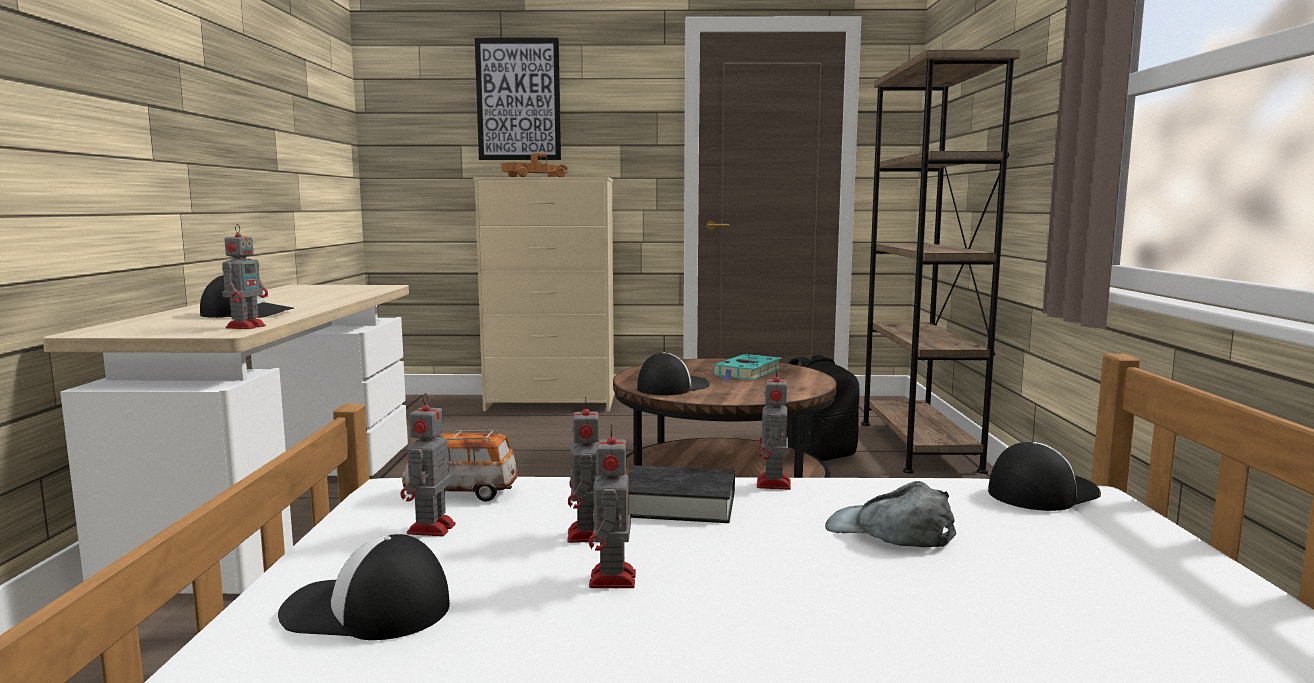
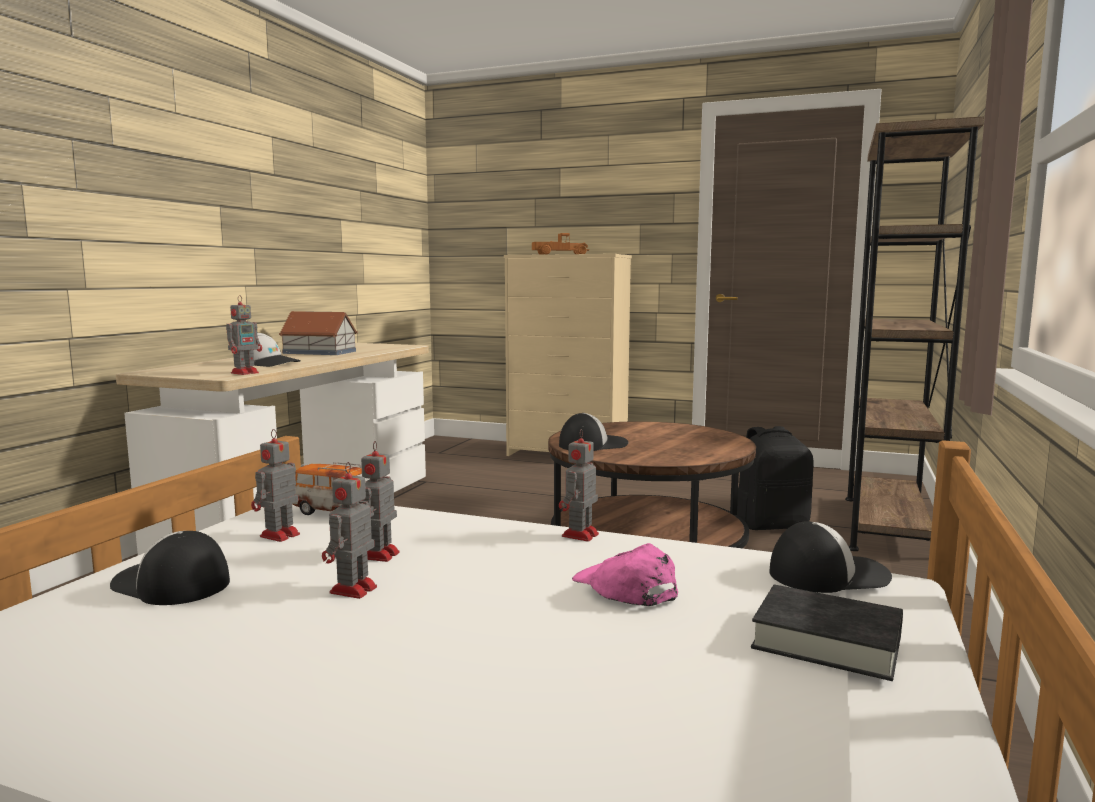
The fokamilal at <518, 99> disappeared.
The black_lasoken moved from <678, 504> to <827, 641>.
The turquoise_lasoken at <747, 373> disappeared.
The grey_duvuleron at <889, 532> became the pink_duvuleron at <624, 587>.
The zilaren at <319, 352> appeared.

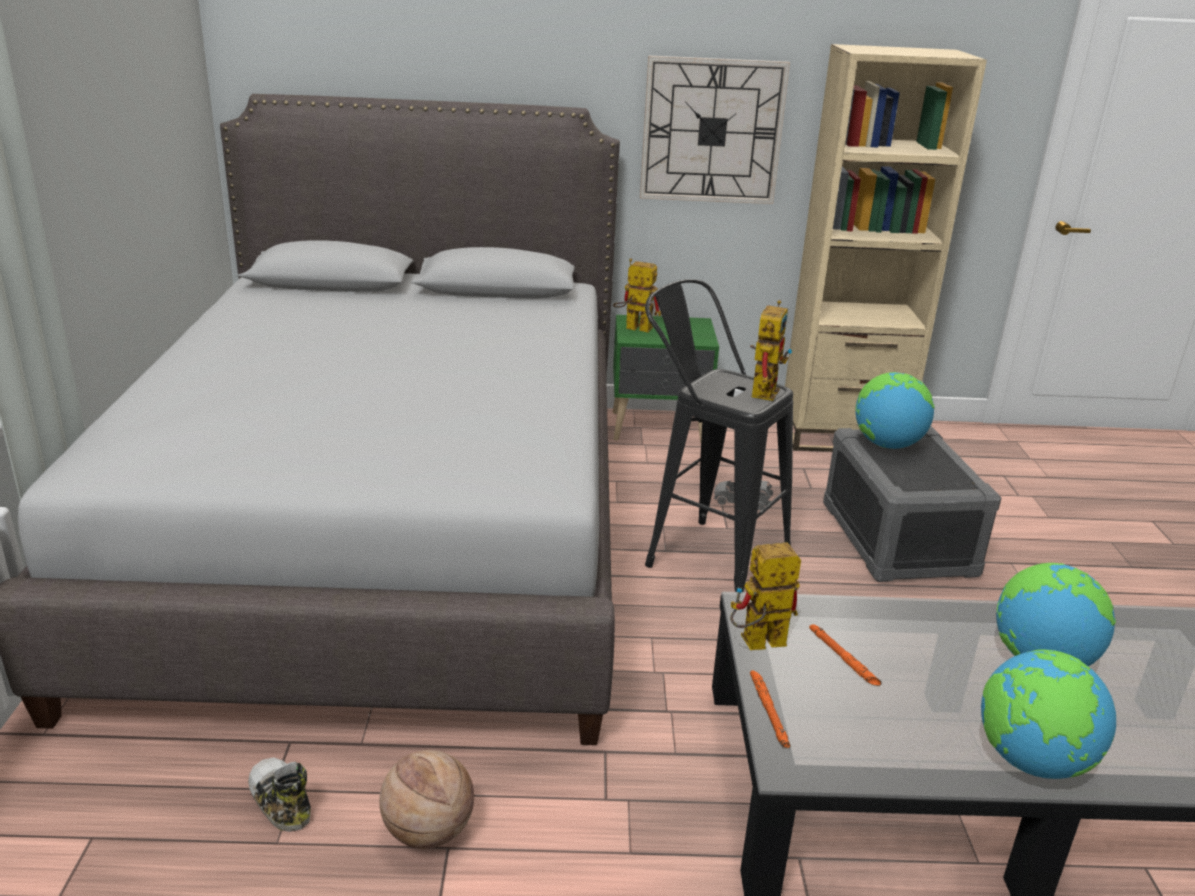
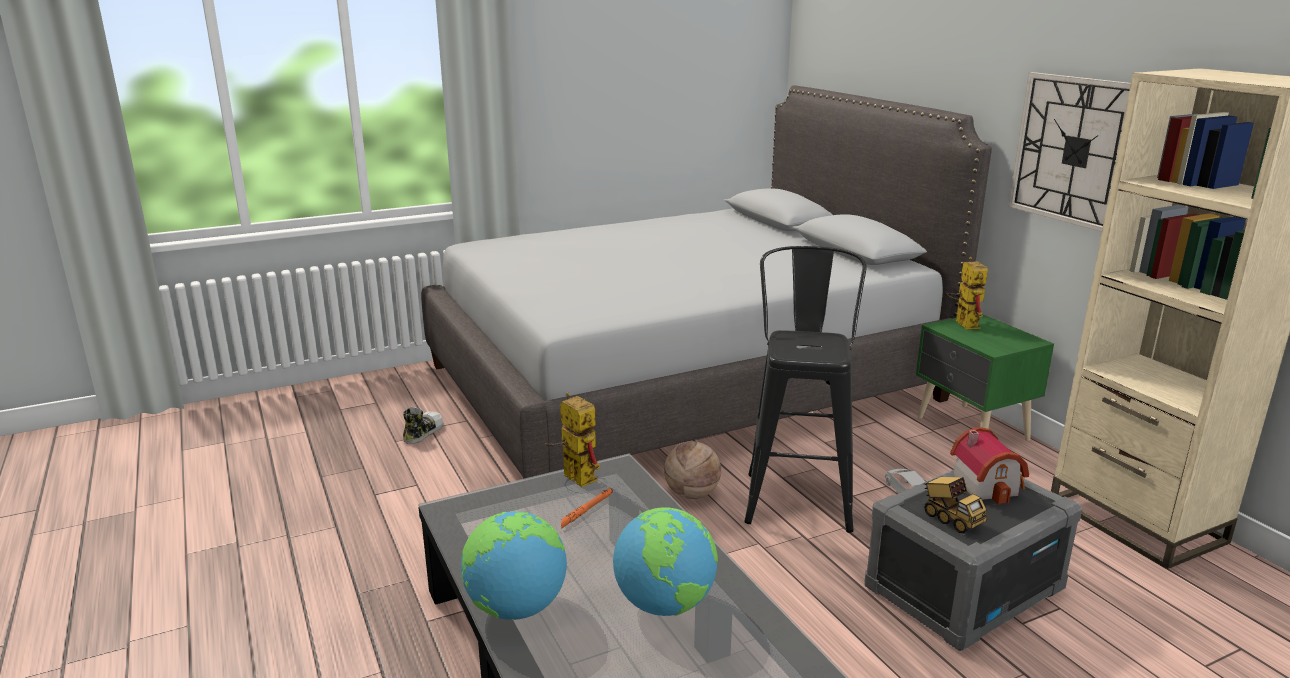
The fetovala moved from <428, 832> to <691, 494>.
The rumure at <763, 389> disappeared.
The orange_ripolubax at <768, 712> disappeared.
The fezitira at <887, 445> was replaced by the zilaren at <988, 484>.
The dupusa at <951, 519> appeared.

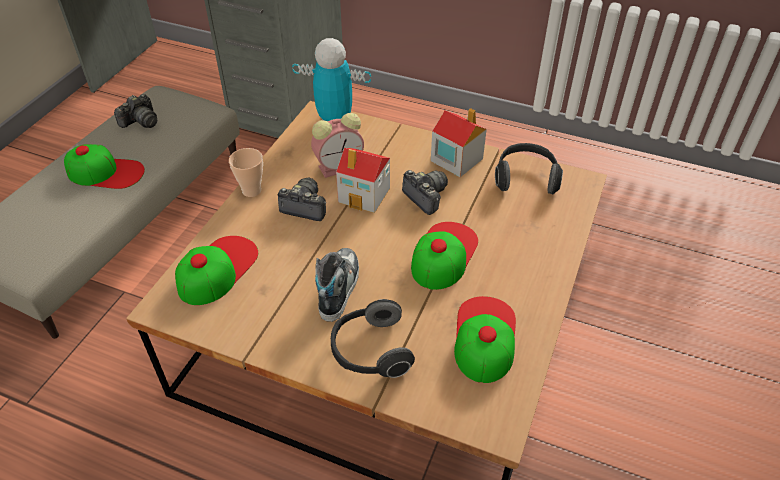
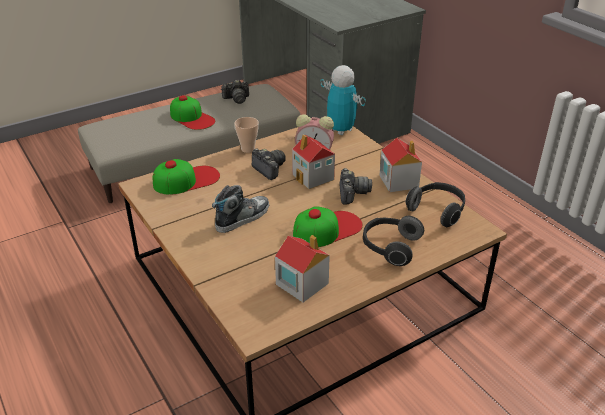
The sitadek moved from <370, 351> to <389, 247>.
The duvuleron at <484, 337> was replaced by the zilaren at <301, 283>.

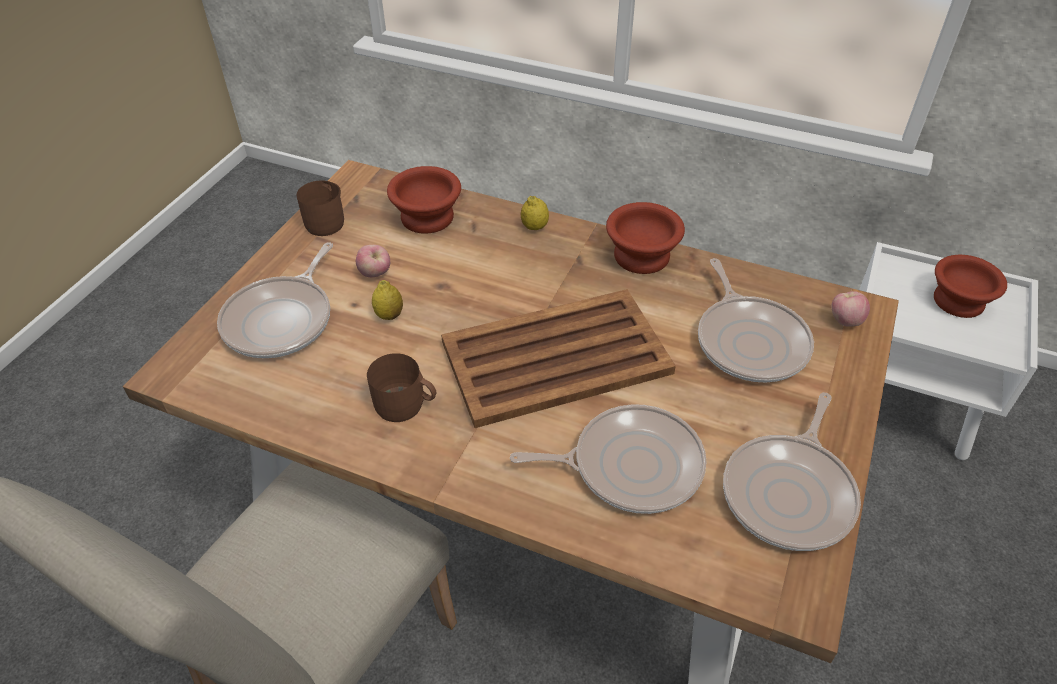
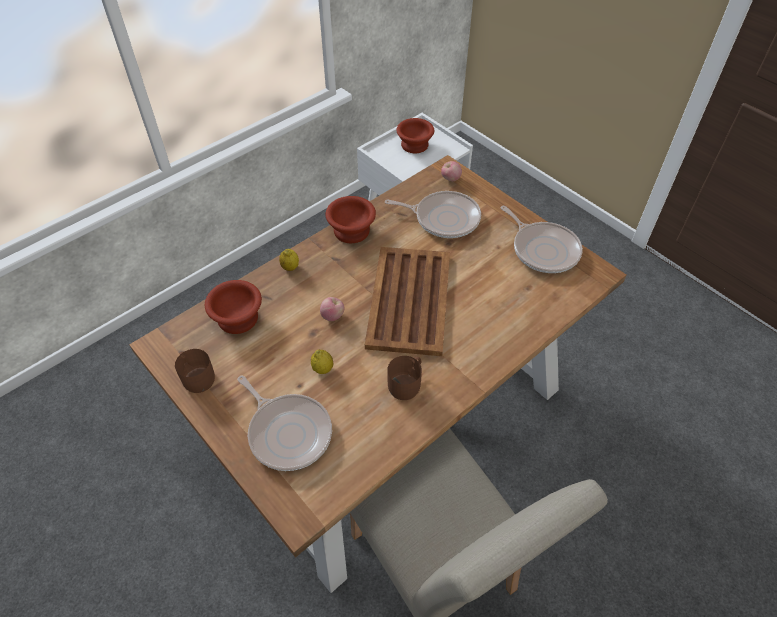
The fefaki moved from <375, 274> to <332, 316>.
The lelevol at <630, 465> disappeared.

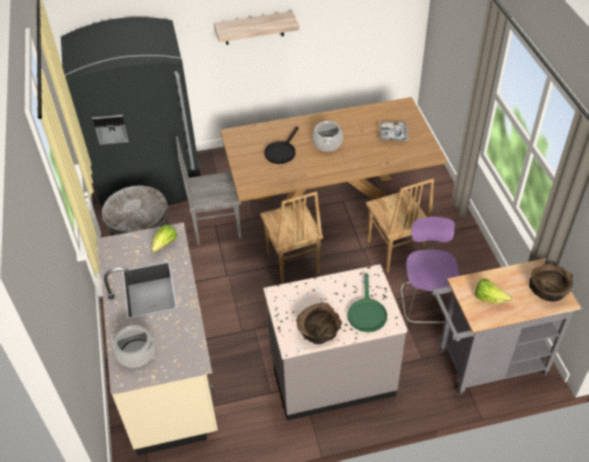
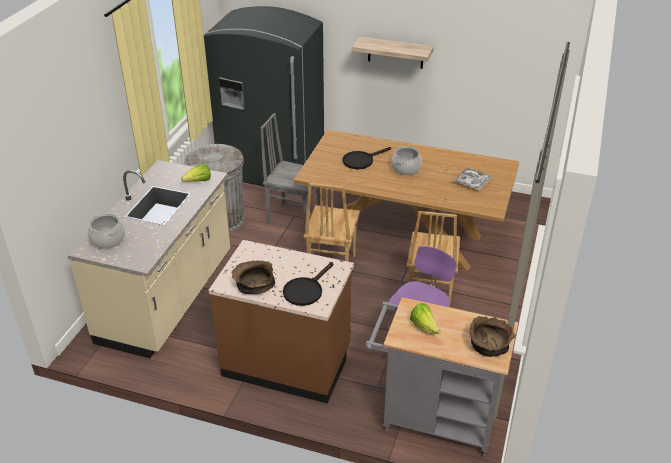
The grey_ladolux at <332, 376> became the brown_ladolux at <287, 362>.
The green_lelevol at <366, 312> became the black_lelevol at <306, 290>.

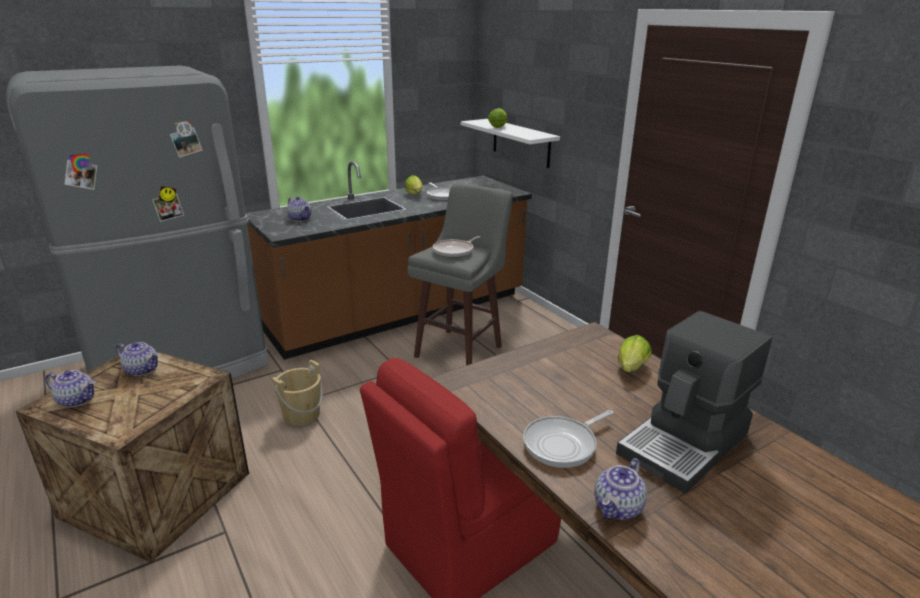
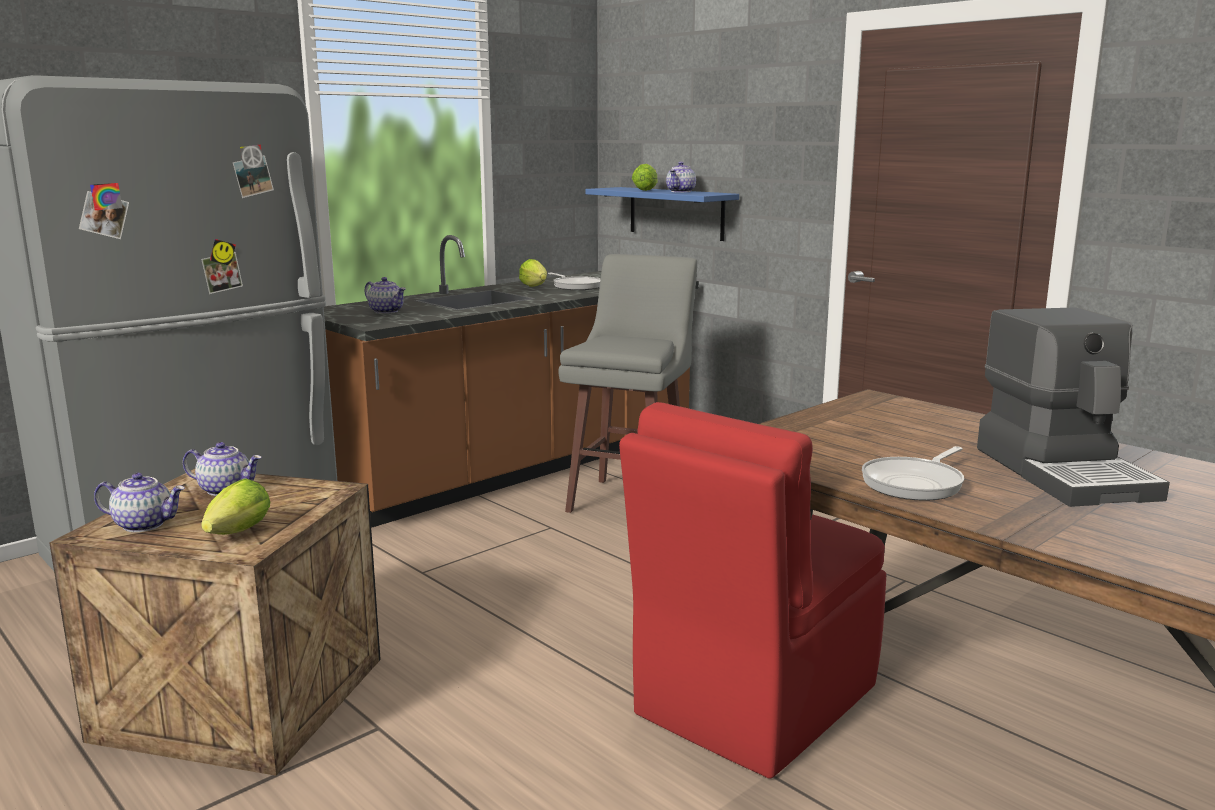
The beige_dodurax at <301, 415> disappeared.
The lelevol at <455, 251> disappeared.
The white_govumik at <521, 143> became the blue_govumik at <676, 213>.
The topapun moved from <618, 508> to <681, 191>.
The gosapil at <686, 443> turned 45 degrees counterclockwise.
The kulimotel moved from <630, 369> to <236, 534>.

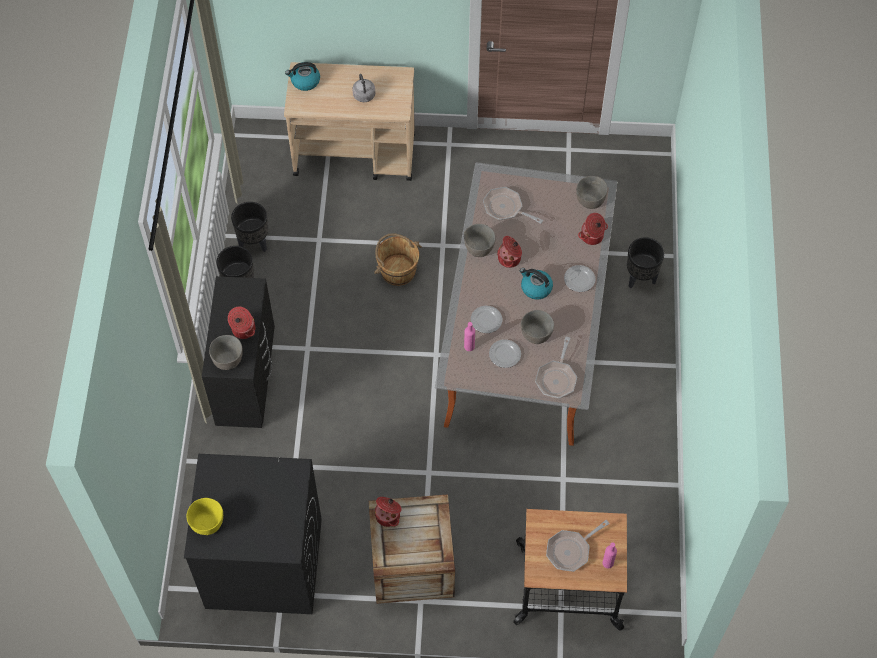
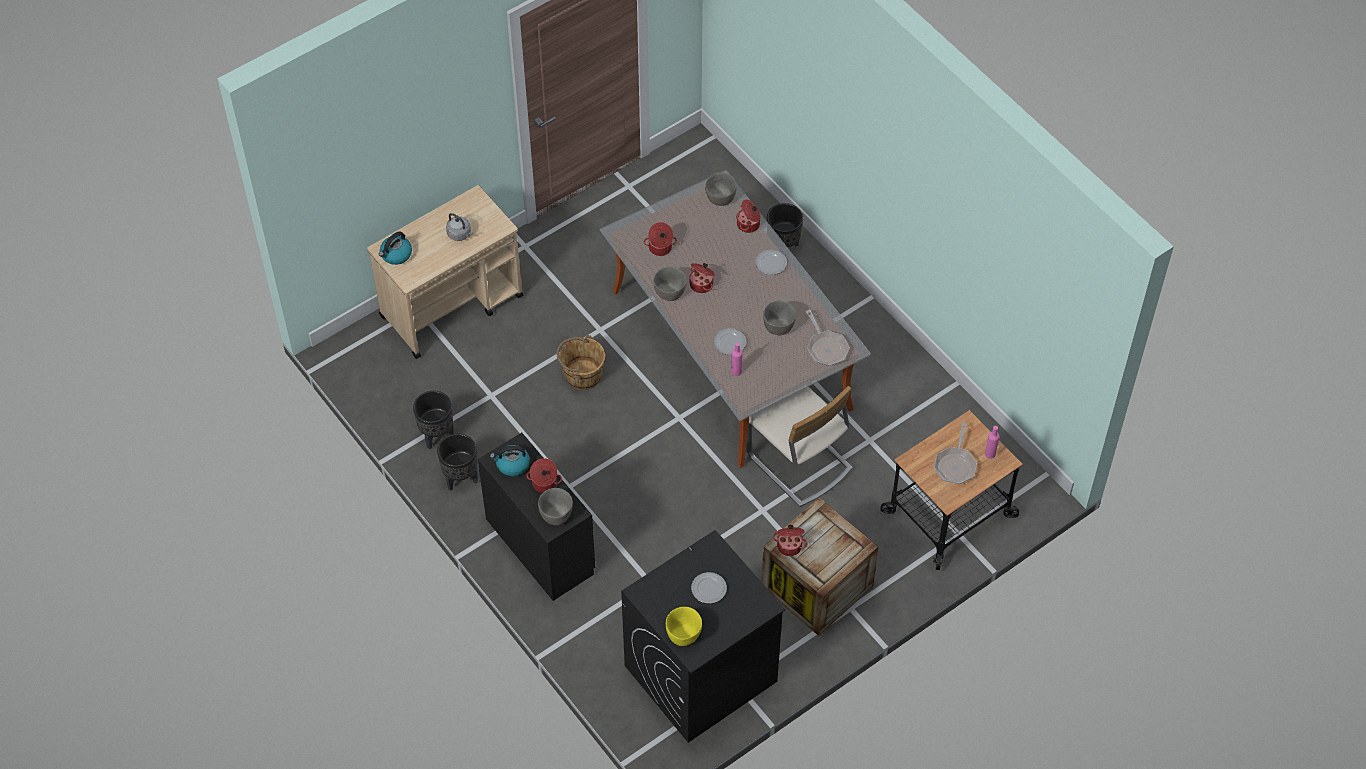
The lelevol at <506, 208> was replaced by the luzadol at <660, 248>.
The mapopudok moved from <505, 354> to <709, 588>.
The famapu moved from <535, 288> to <512, 465>.
The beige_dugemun at <798, 462> appeared.

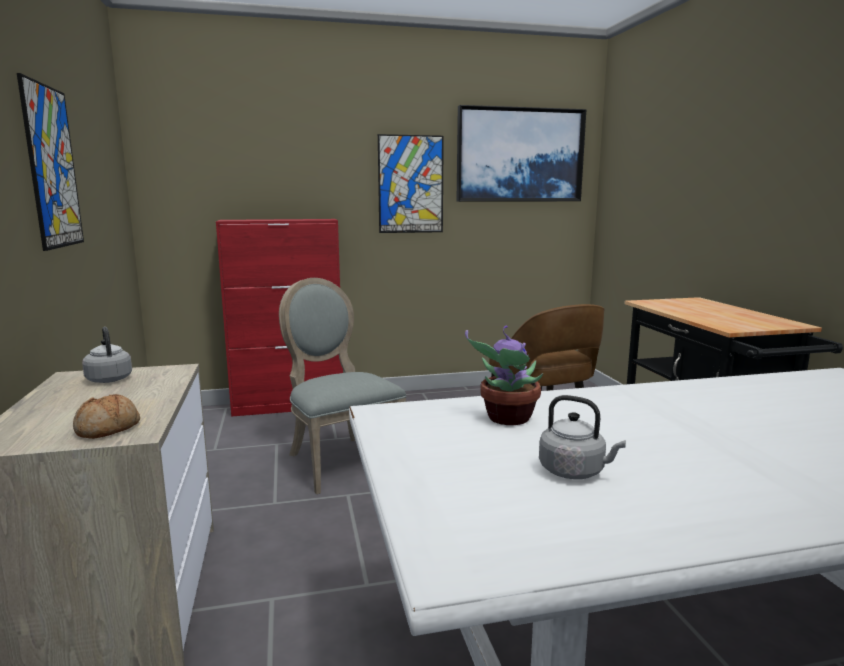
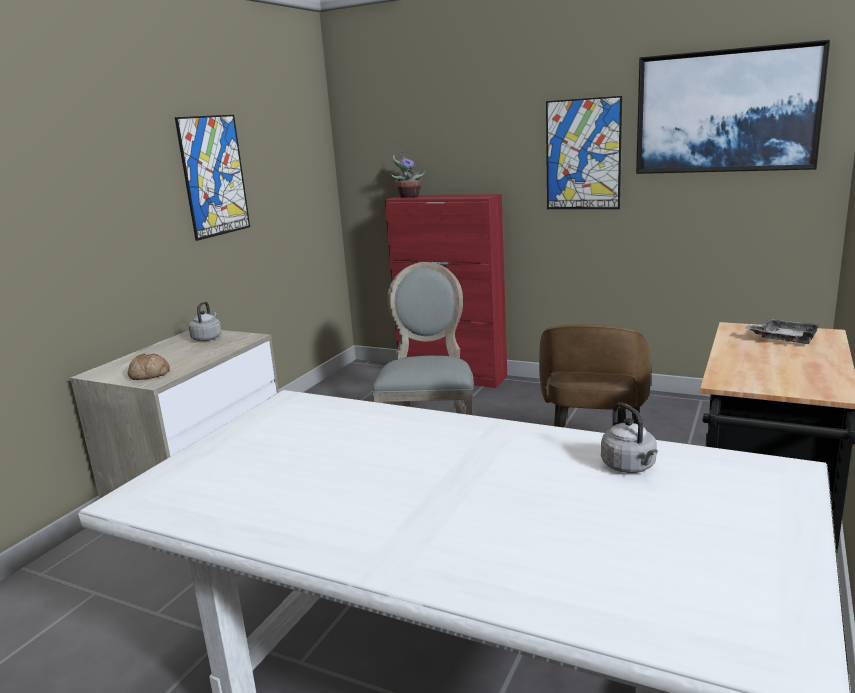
The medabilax moved from <506, 419> to <407, 196>.
The grey_famapu moved from <575, 472> to <630, 467>.
The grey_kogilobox at <784, 339> appeared.

